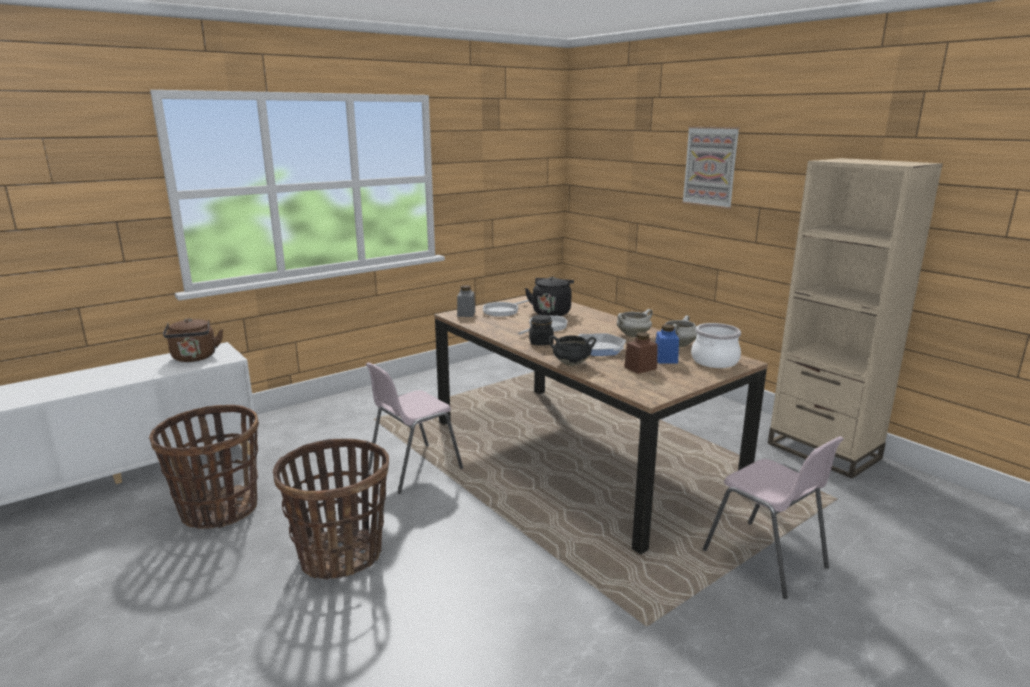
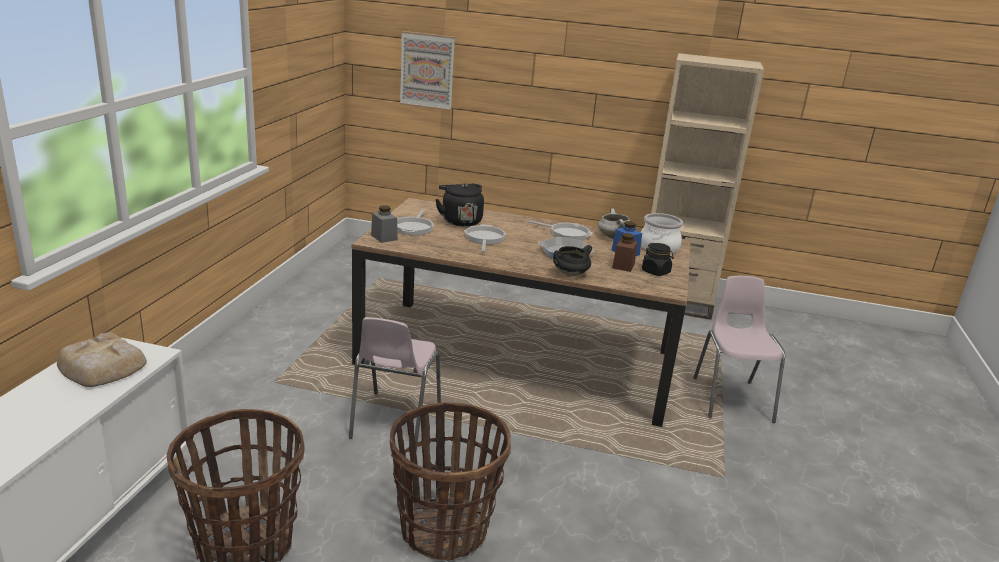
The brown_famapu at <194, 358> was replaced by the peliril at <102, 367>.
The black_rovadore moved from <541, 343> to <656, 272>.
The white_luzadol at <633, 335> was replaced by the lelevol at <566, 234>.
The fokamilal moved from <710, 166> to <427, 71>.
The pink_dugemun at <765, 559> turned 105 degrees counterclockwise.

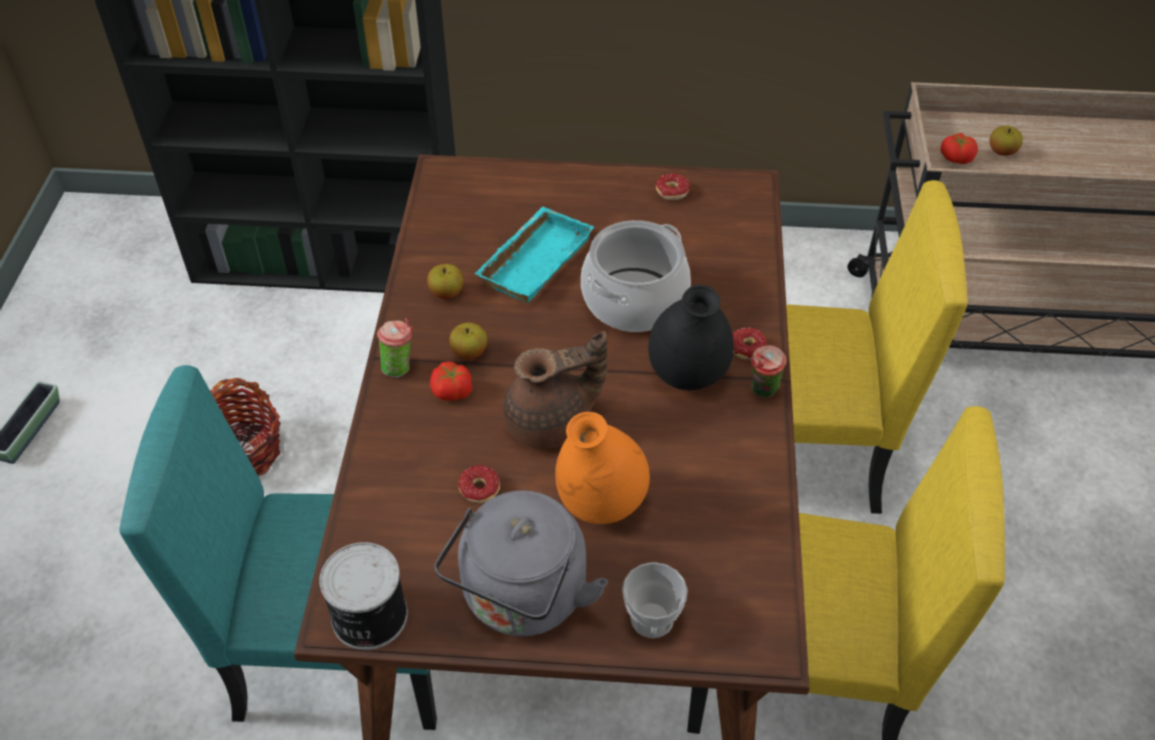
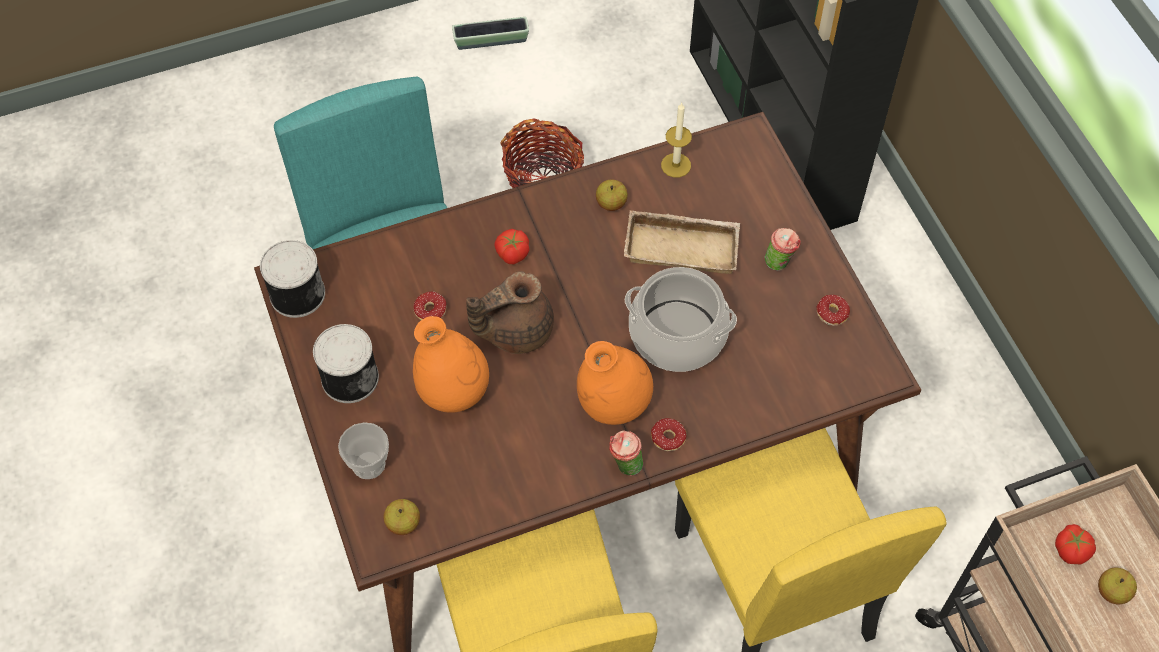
The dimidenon moved from <399, 367> to <780, 263>.
The grey_famapu at <522, 600> was replaced by the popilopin at <349, 377>.
The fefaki moved from <469, 352> to <403, 523>.
The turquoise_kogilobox at <533, 259> became the beige_kogilobox at <683, 245>.
The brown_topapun at <551, 423> turned 105 degrees clockwise.
The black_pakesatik at <687, 376> became the orange_pakesatik at <613, 404>.
The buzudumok at <676, 165> appeared.

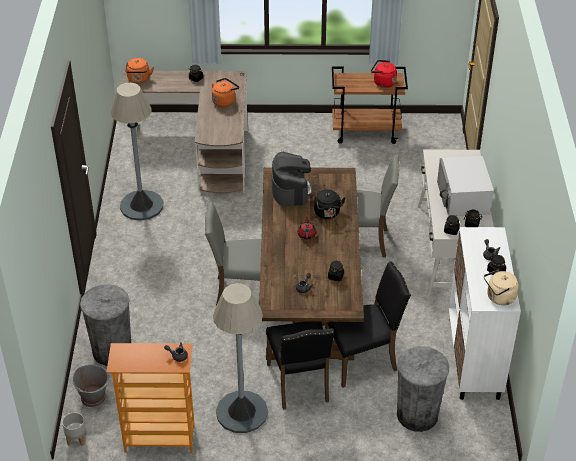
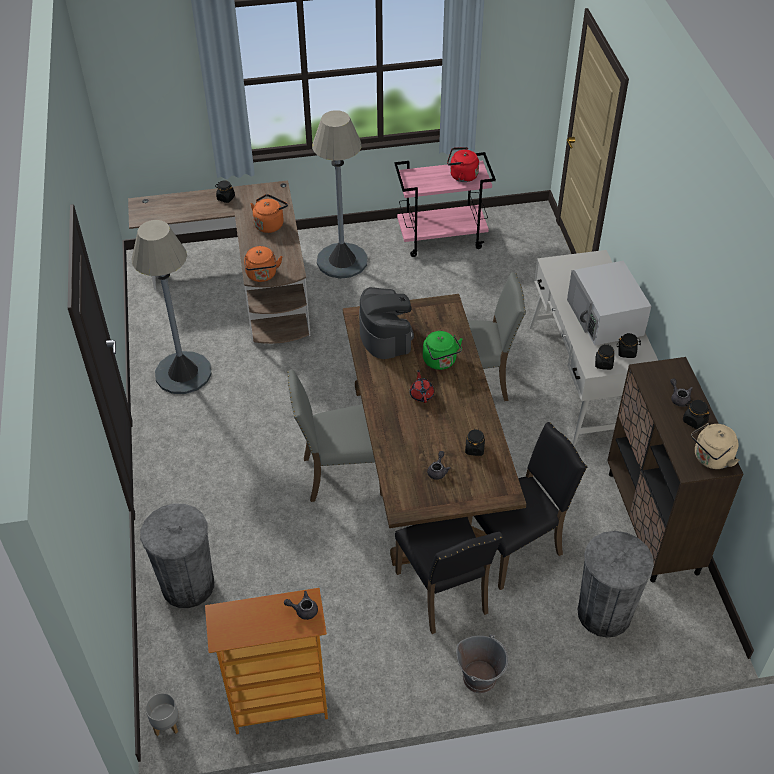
The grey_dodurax moved from <93, 397> to <480, 677>.
The orange_famapu moved from <139, 79> to <262, 275>.
The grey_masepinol moved from <242, 412> to <342, 261>.
The black_famapu at <327, 213> became the green_famapu at <441, 362>.
The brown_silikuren at <366, 132> became the pink_silikuren at <442, 238>.
The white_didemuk at <474, 358> became the brown_didemuk at <652, 522>.

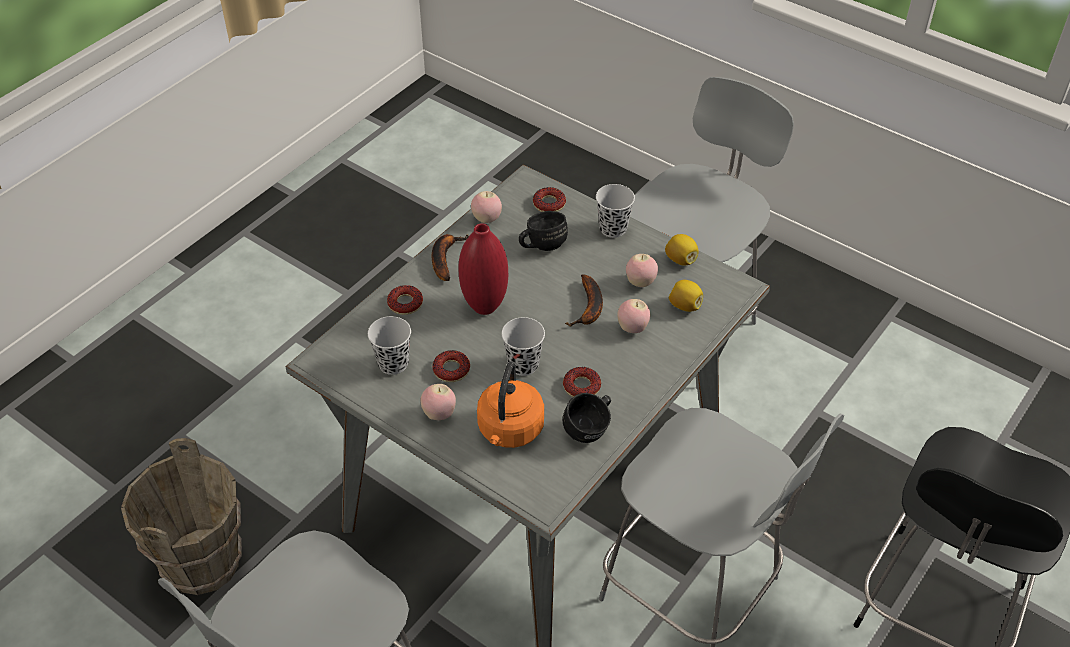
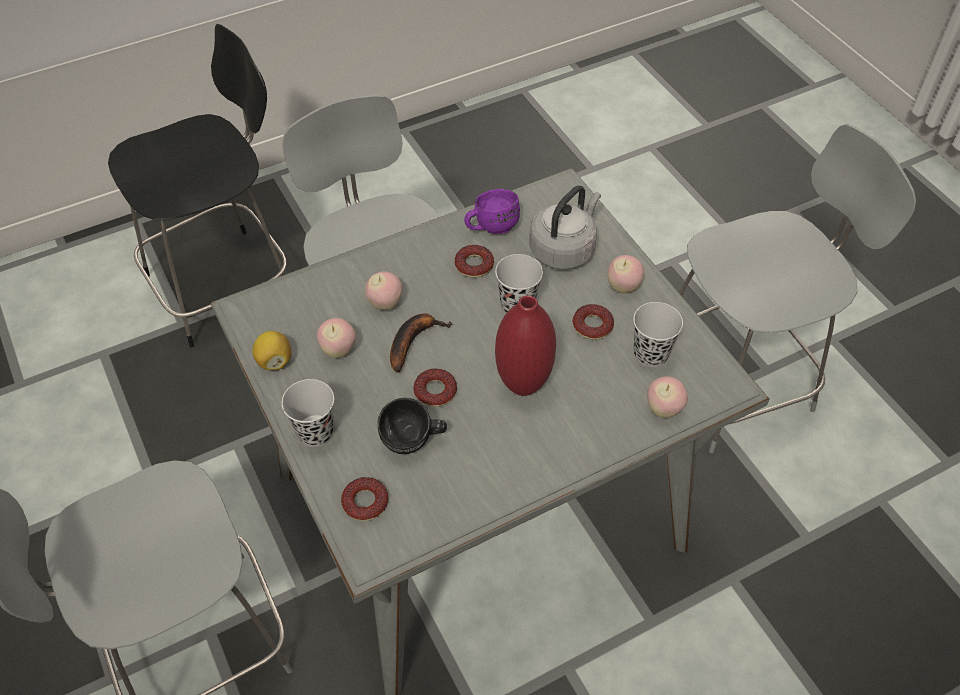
The brown_dodurax at <204, 563> disappeared.
The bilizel moved from <405, 303> to <435, 391>.
The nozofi at <444, 258> disappeared.
The fefaki moved from <487, 219> to <663, 409>.
The orange_famapu at <509, 431> became the grey_famapu at <564, 249>.
The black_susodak at <591, 430> became the purple_susodak at <490, 226>.
The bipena at <684, 306> disappeared.

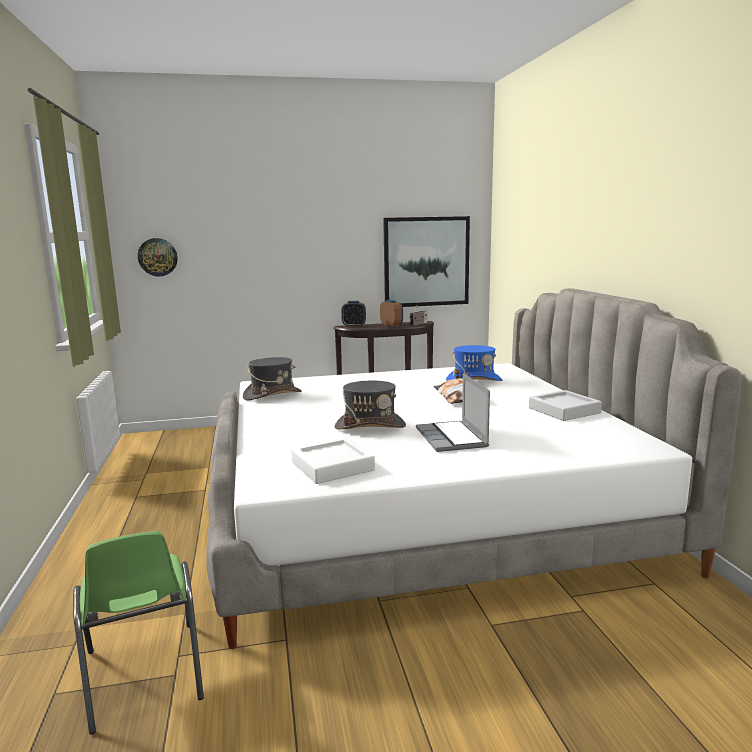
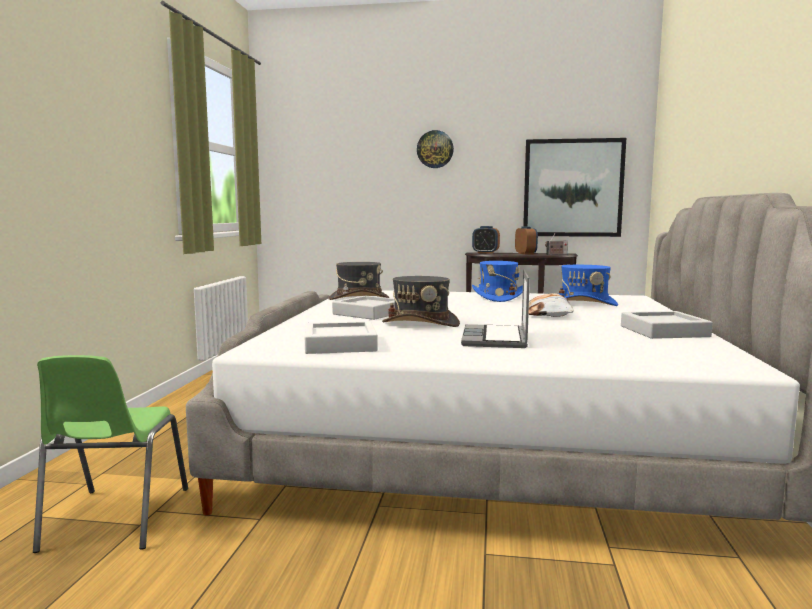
The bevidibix moved from <158, 257> to <435, 149>.
The grey_kogilobox at <369, 313> appeared.
The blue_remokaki at <497, 297> appeared.

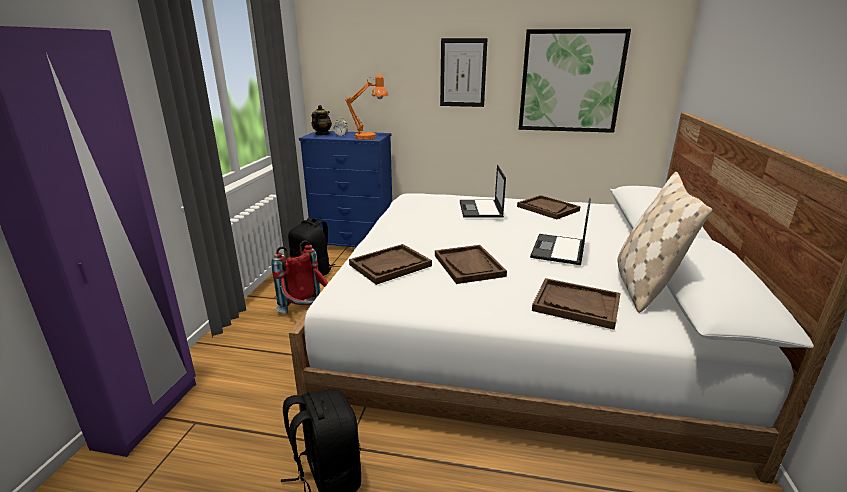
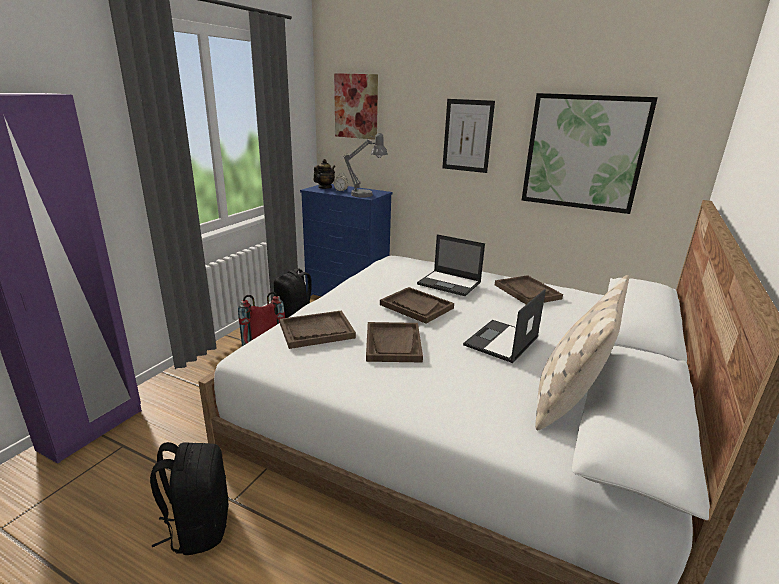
The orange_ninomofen at <370, 137> became the grey_ninomofen at <366, 195>.
The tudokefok at <480, 209> turned 75 degrees counterclockwise.
The brown_kogilobox moved from <576, 305> to <416, 306>.
The fokamilal at <356, 106> appeared.

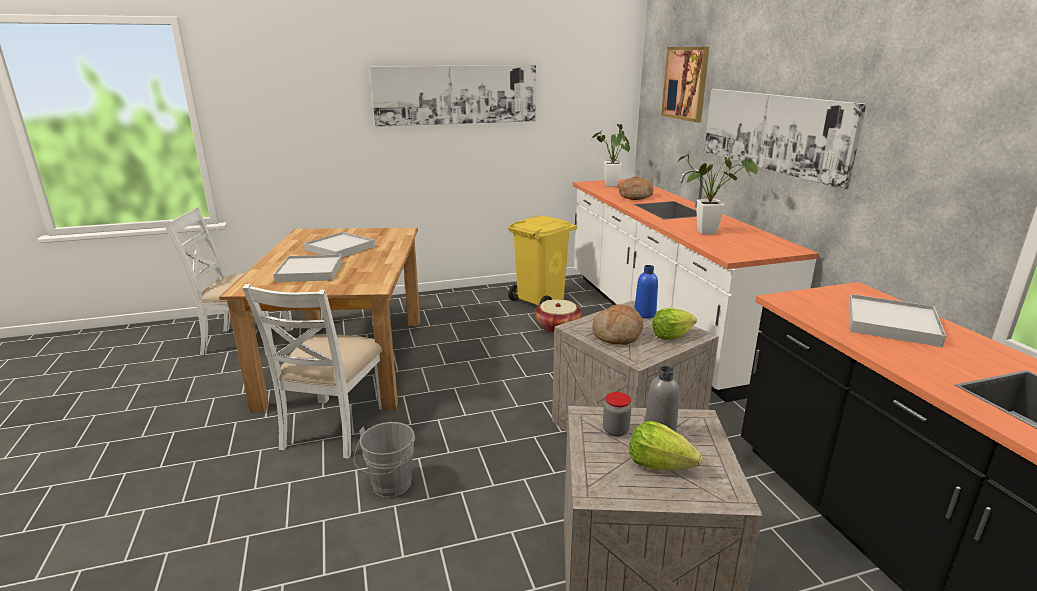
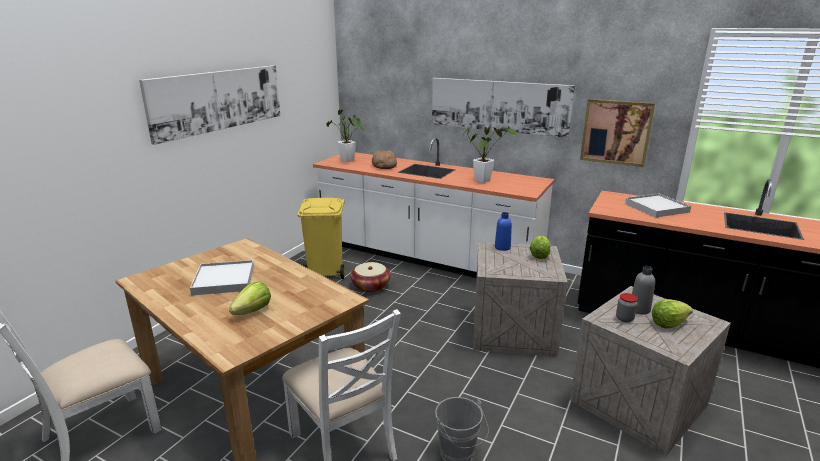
The white_kogilobox at <310, 271> was replaced by the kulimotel at <253, 311>.
The peliril at <617, 335> disappeared.
The fokamilal moved from <685, 83> to <616, 132>.

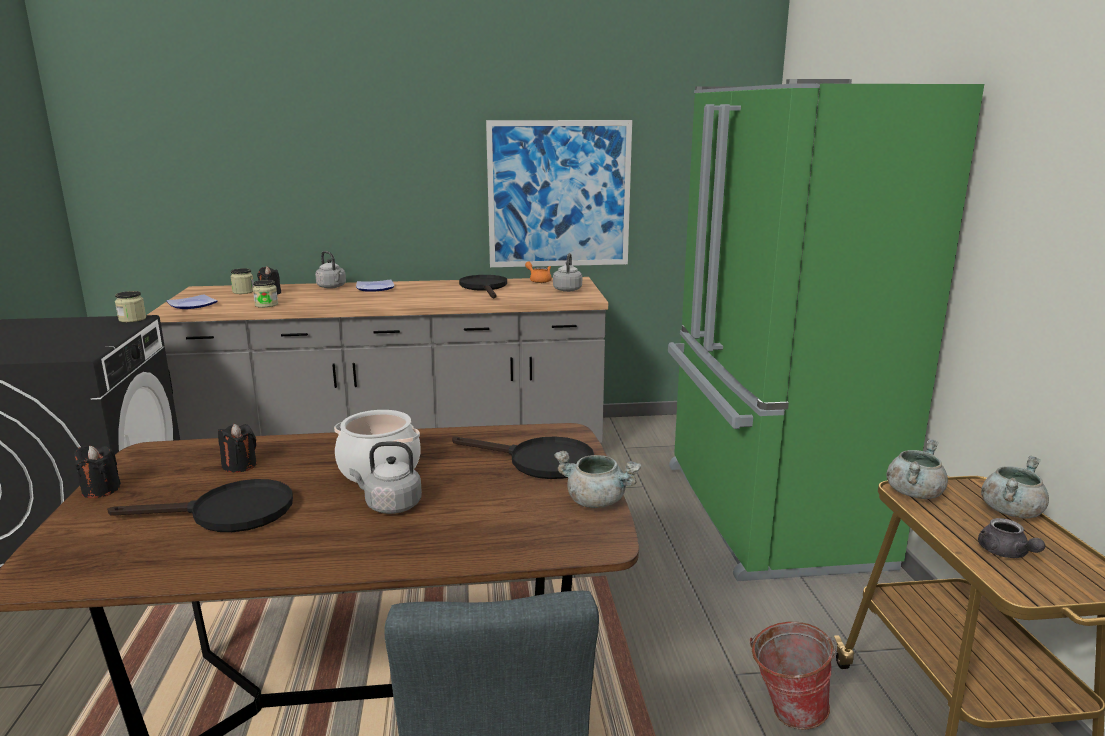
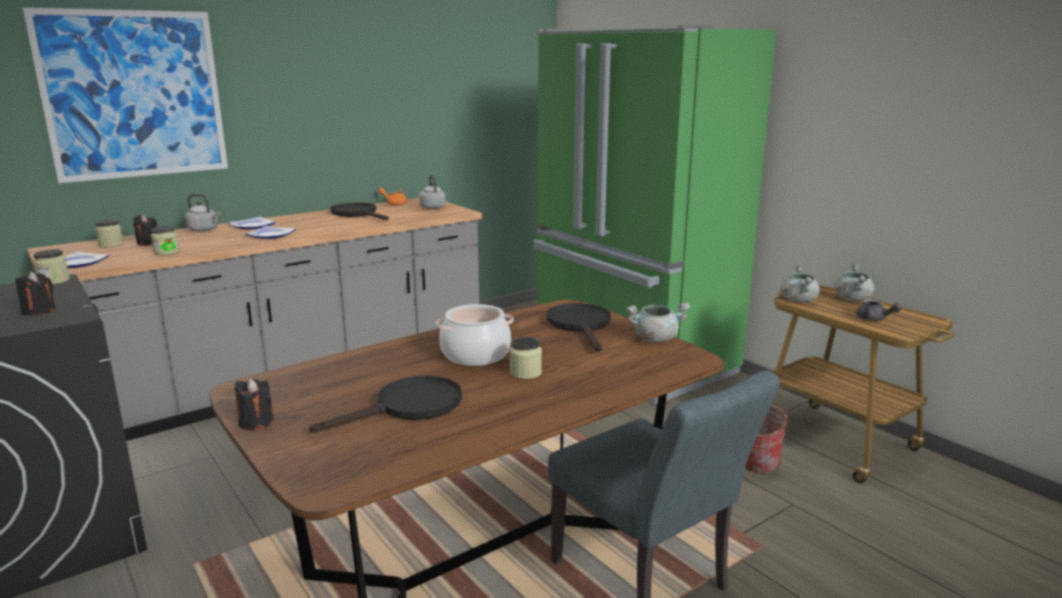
The black_buzudumok moved from <240, 466> to <39, 311>.
The grey_famapu at <390, 505> was replaced by the rovadore at <525, 373>.
The black_lelevol at <539, 461> turned 90 degrees counterclockwise.
The fokamilal moved from <559, 194> to <134, 95>.
The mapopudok at <271, 235> appeared.

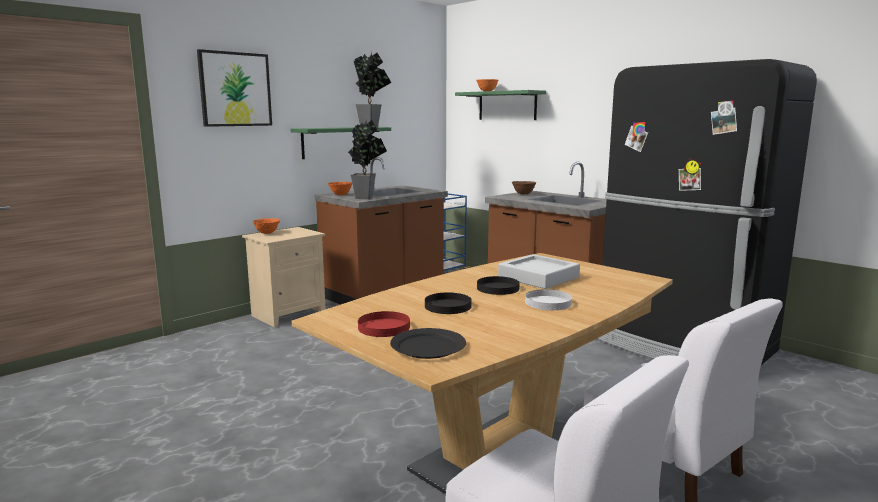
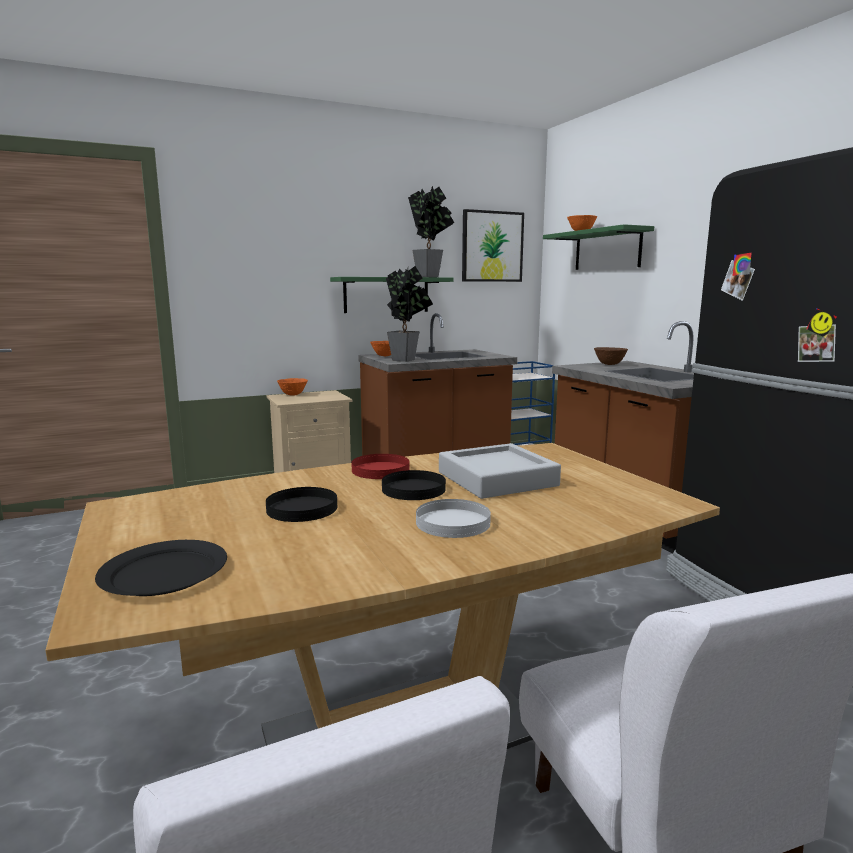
The fokamilal moved from <235, 89> to <492, 246>.
The red_mapopudok moved from <384, 327> to <380, 470>.

